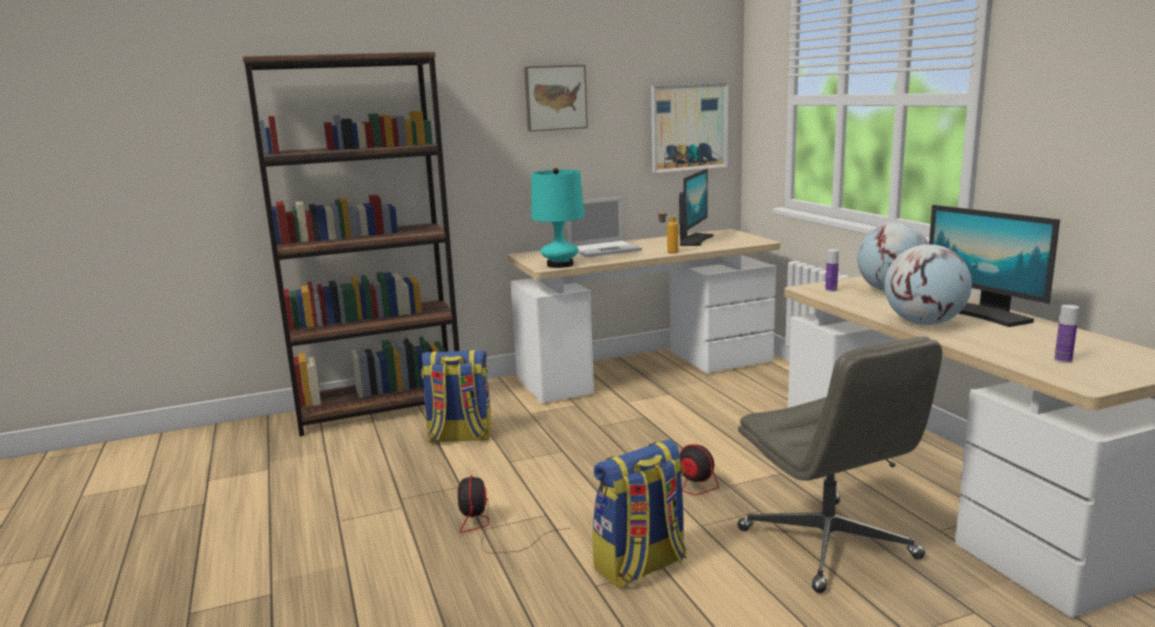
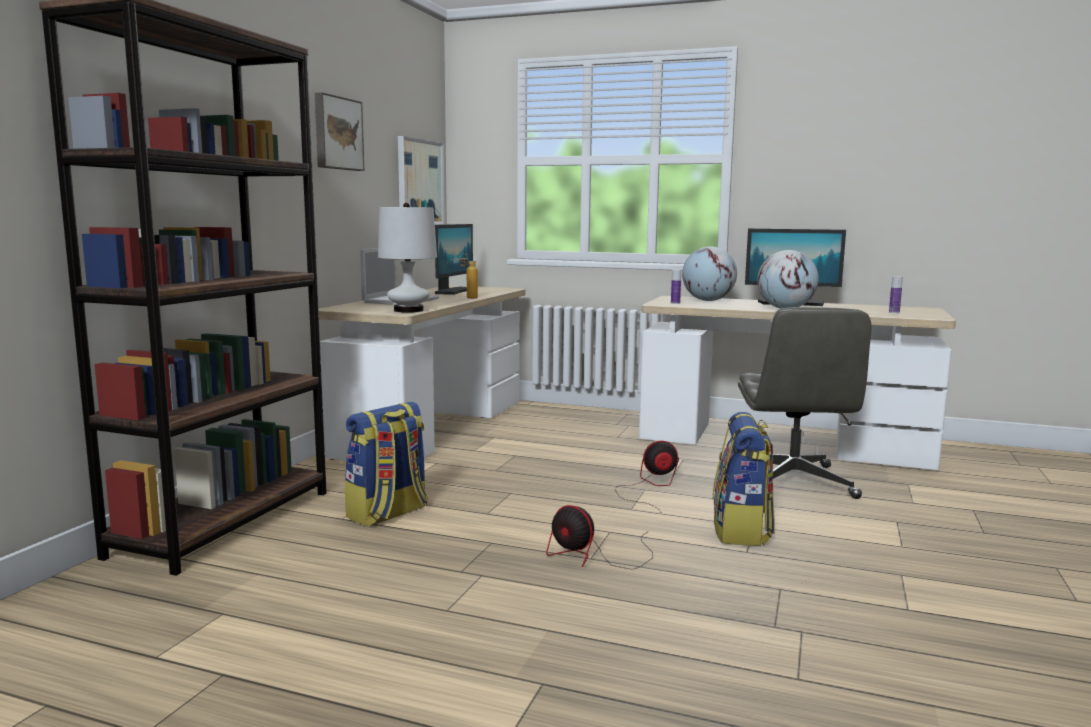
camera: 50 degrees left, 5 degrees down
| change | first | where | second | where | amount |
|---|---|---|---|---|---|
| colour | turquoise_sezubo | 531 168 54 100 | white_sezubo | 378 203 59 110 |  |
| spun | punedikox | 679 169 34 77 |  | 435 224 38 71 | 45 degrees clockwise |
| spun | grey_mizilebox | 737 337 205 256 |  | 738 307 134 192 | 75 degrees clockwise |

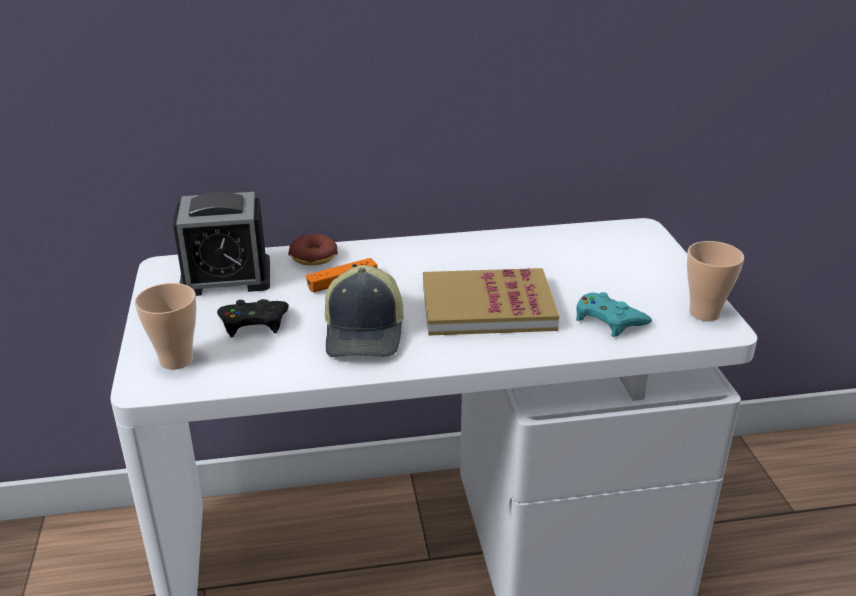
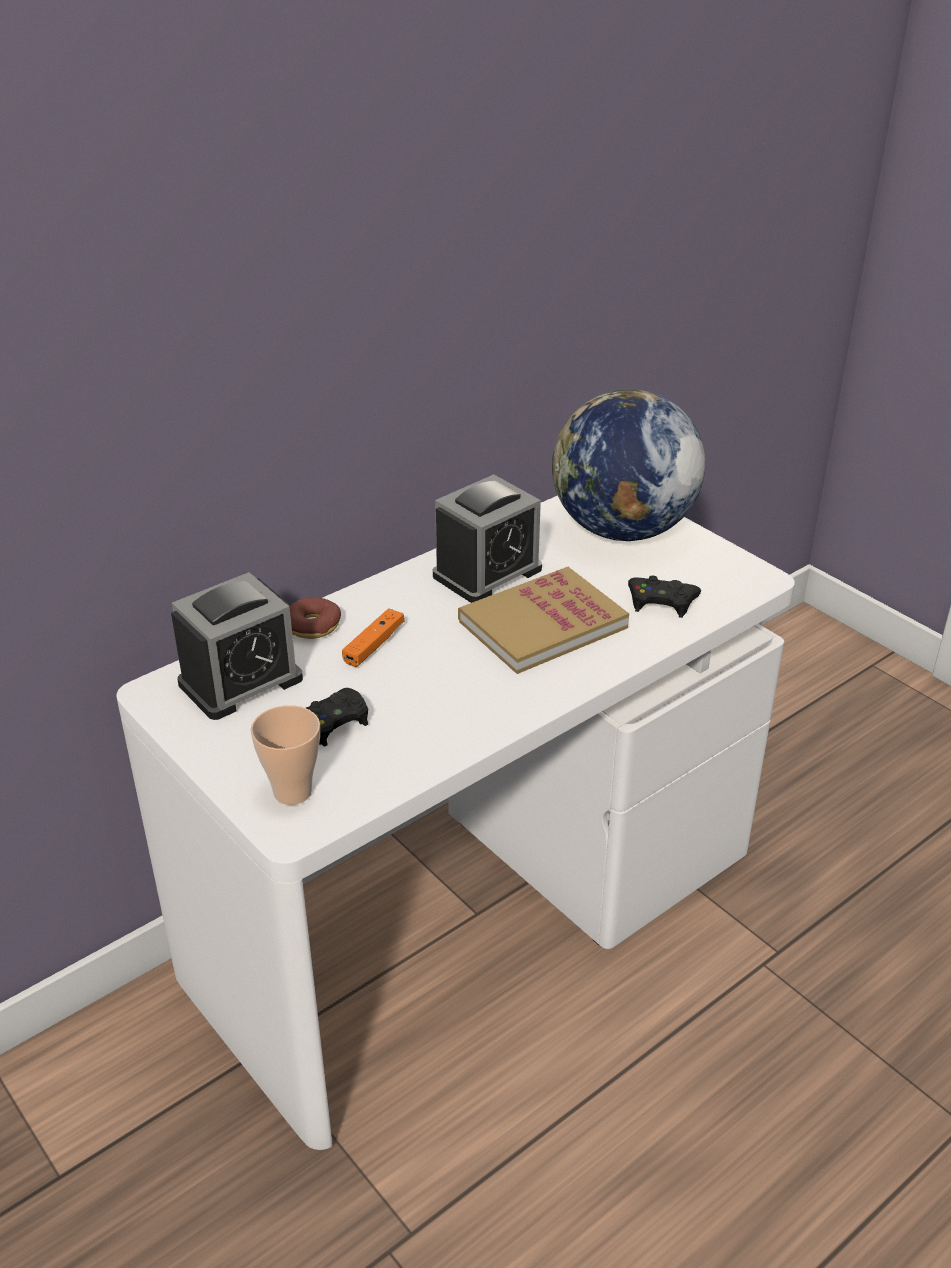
camera: 30 degrees left, 5 degrees up
| change | first | where | second | where | amount |
|---|---|---|---|---|---|
| missing | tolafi | 325 265 79 92 |  |  |  |
| colour | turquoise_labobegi | 576 292 76 45 | black_labobegi | 628 576 73 42 |  |
| missing | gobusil | 687 241 57 80 |  |  |  |
| appeared |  |  | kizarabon | 433 474 109 129 |  |
| appeared |  |  | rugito | 552 389 153 152 |  |

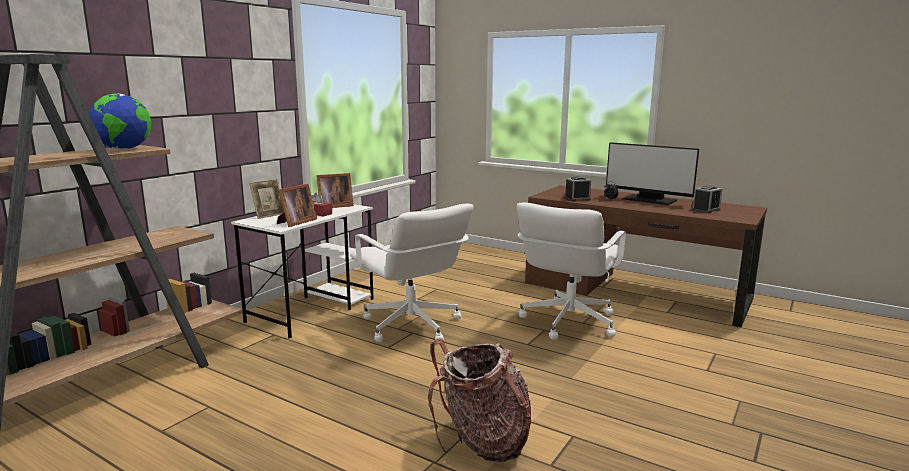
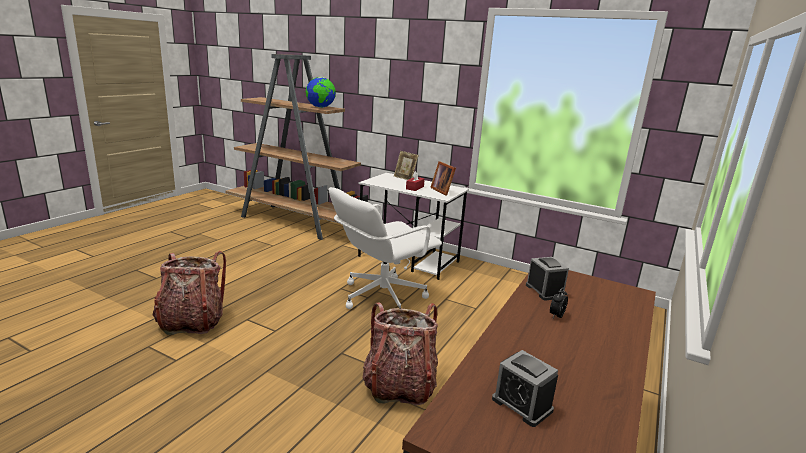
camera: 85 degrees right, 5 degrees up
| change | first | where | second | where | amount |
|---|---|---|---|---|---|
| missing | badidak | 277 184 40 43 |  |  |  |
| exchanged | white_mizilebox | 517 203 109 137 | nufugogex | 362 303 76 103 |  |
| missing | punedikox | 606 142 93 63 |  |  |  |

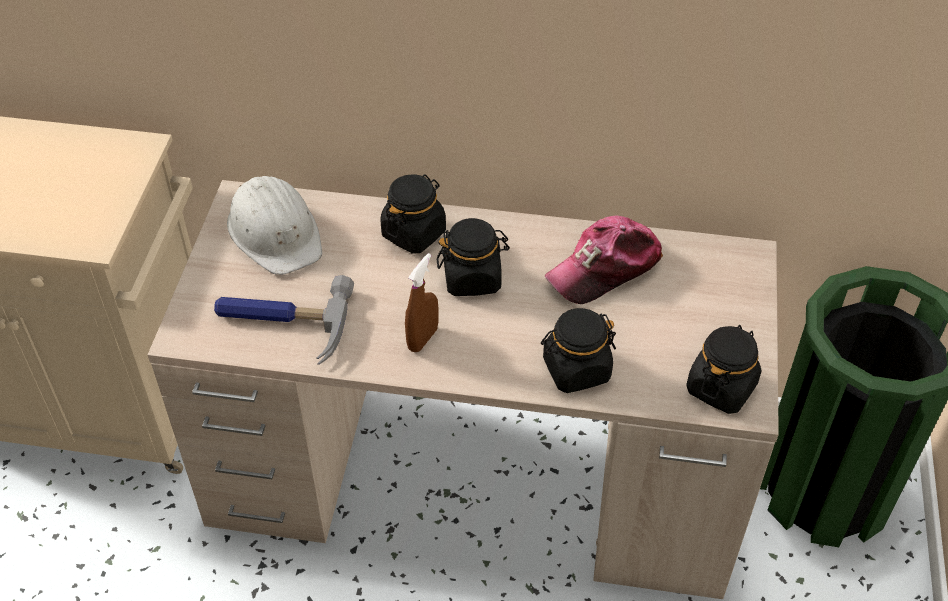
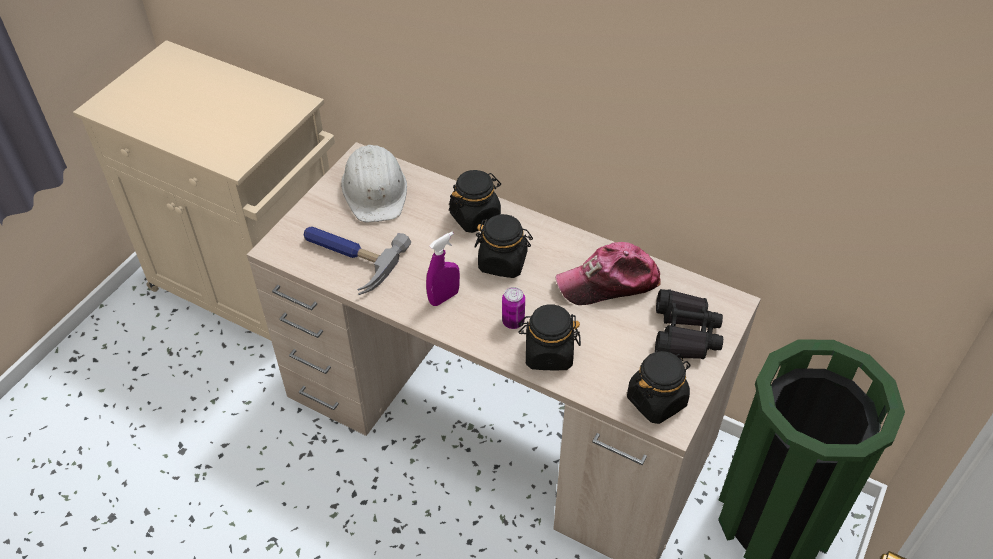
camera: 20 degrees right, 0 degrees up
| change | first | where | second | where | amount |
|---|---|---|---|---|---|
| colour | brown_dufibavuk | 405 253 34 99 | purple_dufibavuk | 426 232 34 74 |  |
| appeared |  |  | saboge | 502 287 23 42 |  |
| appeared |  |  | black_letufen | 655 289 68 70 |  |

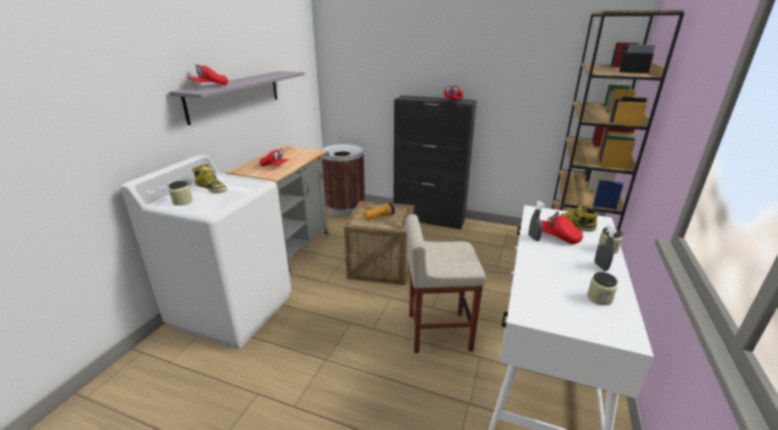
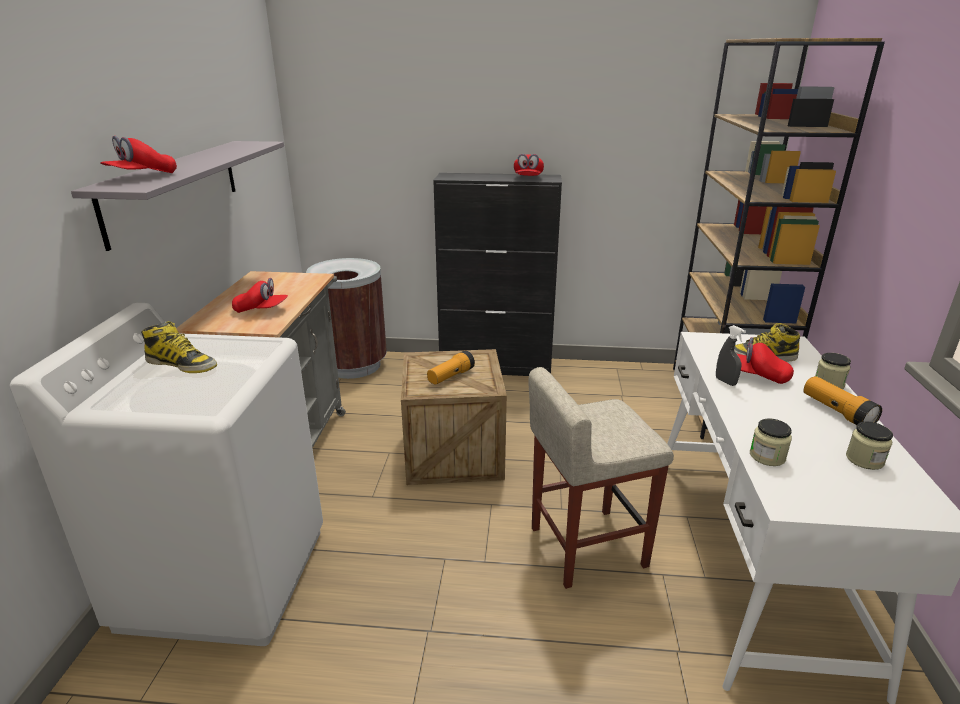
camera: 15 degrees left, 0 degrees up
| change | first | where | second | where | amount |
|---|---|---|---|---|---|
| relocated | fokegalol | 168 181 25 25 |  | 750 418 42 48 |  |
| exchanged | grey_dufibavuk | 595 224 22 47 | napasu | 803 376 79 49 |  |

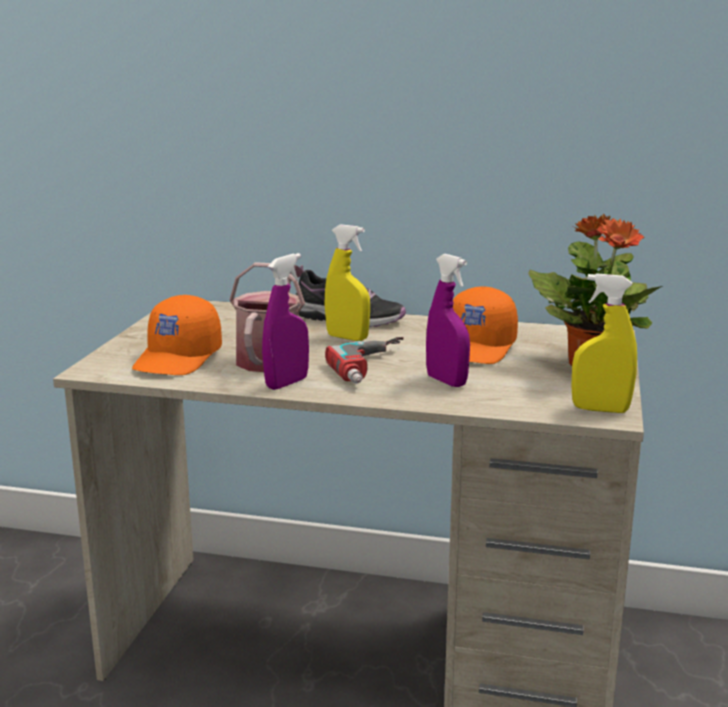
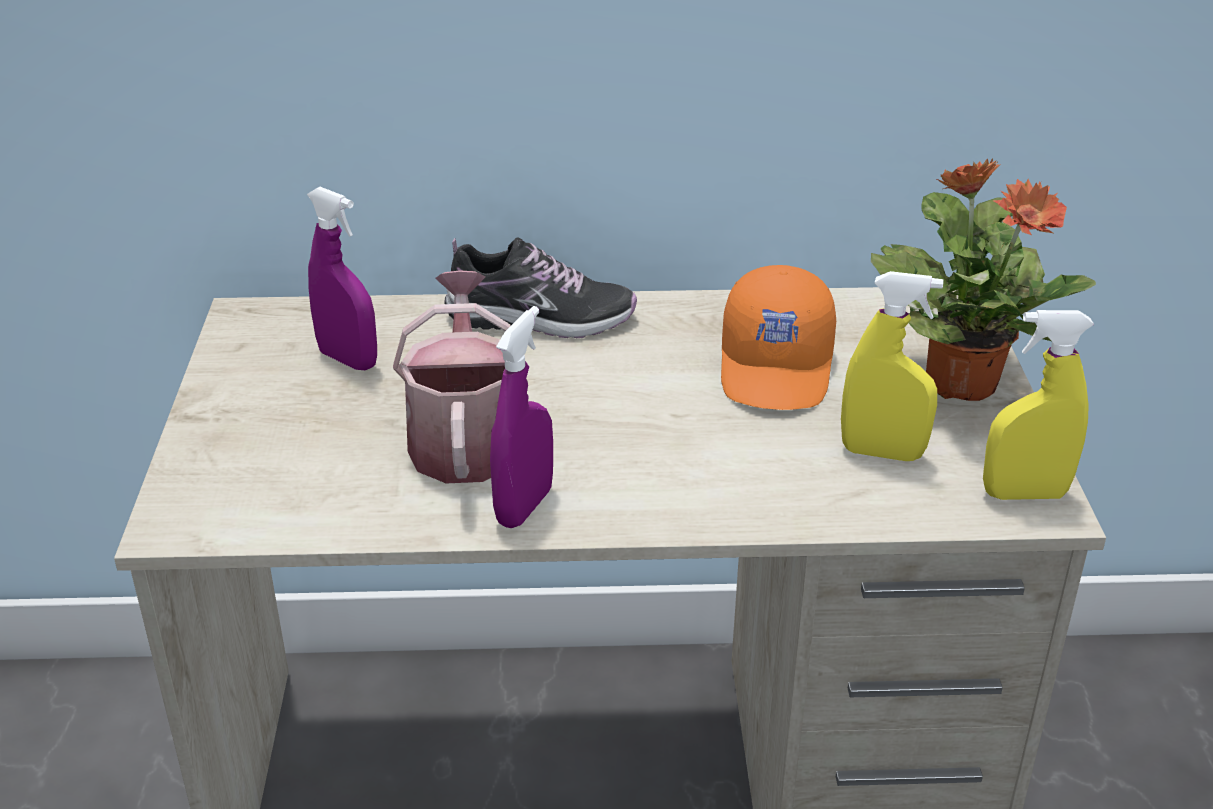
camera: 15 degrees left, 15 degrees up
| change | first | where | second | where | amount |
|---|---|---|---|---|---|
| missing | orange_tolafi | 132 295 90 80 |  |  |  |
| relocated | yellow_dufibavuk | 324 224 46 117 |  | 841 271 103 190 |  |
| missing | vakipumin | 325 337 79 47 |  |  |  |
| relocated | purple_dufibavuk | 426 254 44 133 |  | 307 187 70 183 |  |

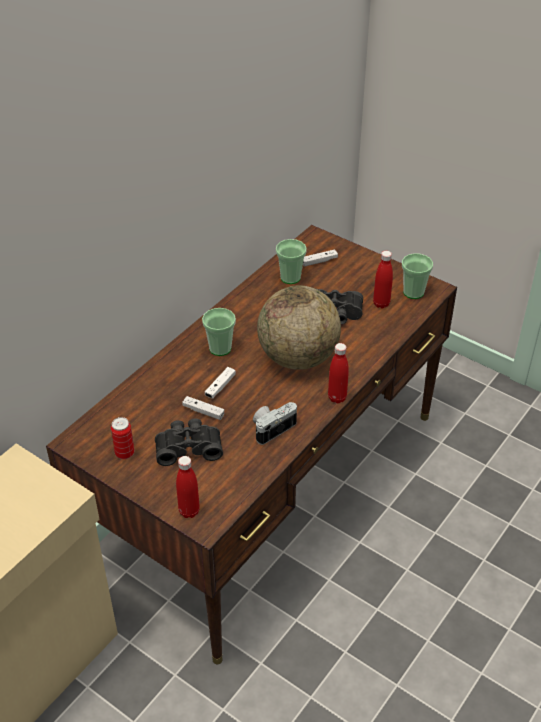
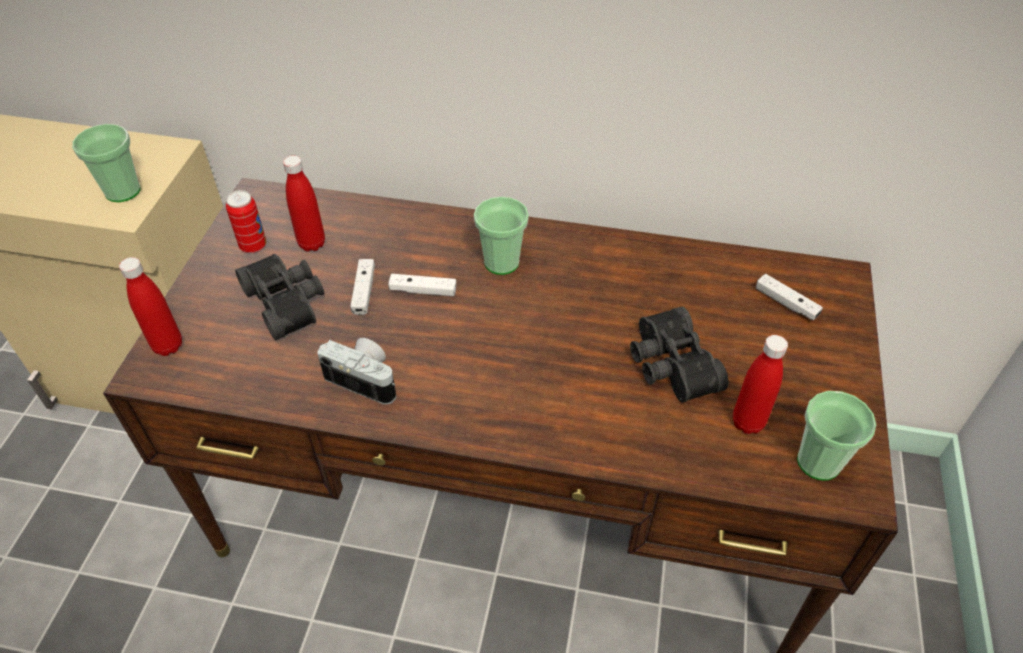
camera: 65 degrees right, 5 degrees up
| change | first | where | second | where | amount |
|---|---|---|---|---|---|
| missing | rugito | 257 285 84 85 |  |  |  |
| relocated | gobusil | 276 239 31 45 |  | 72 124 69 78 |  |
| relocated | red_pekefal | 328 343 21 60 |  | 283 156 42 96 |  |

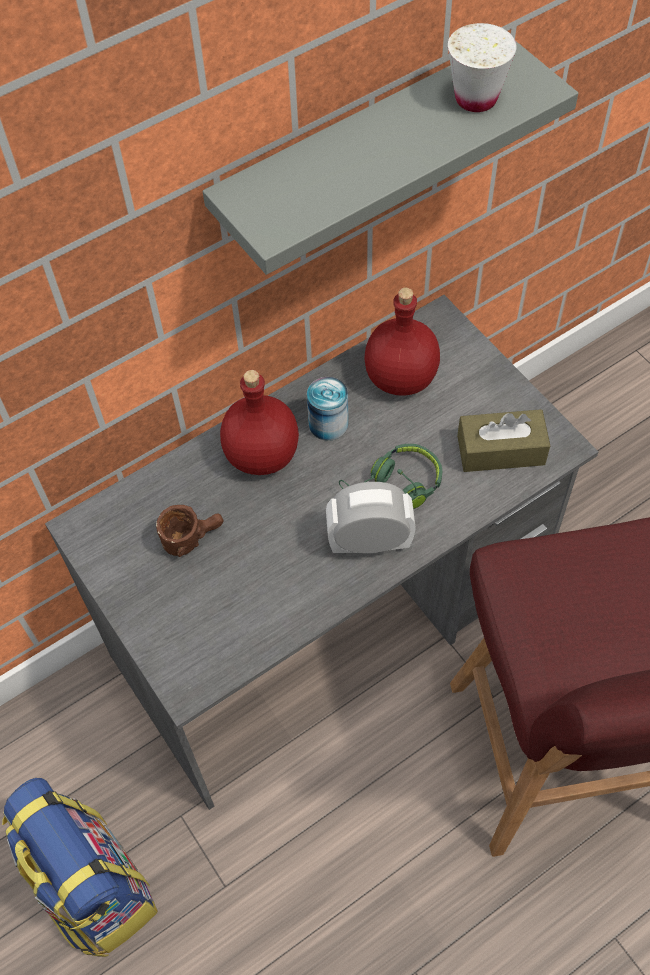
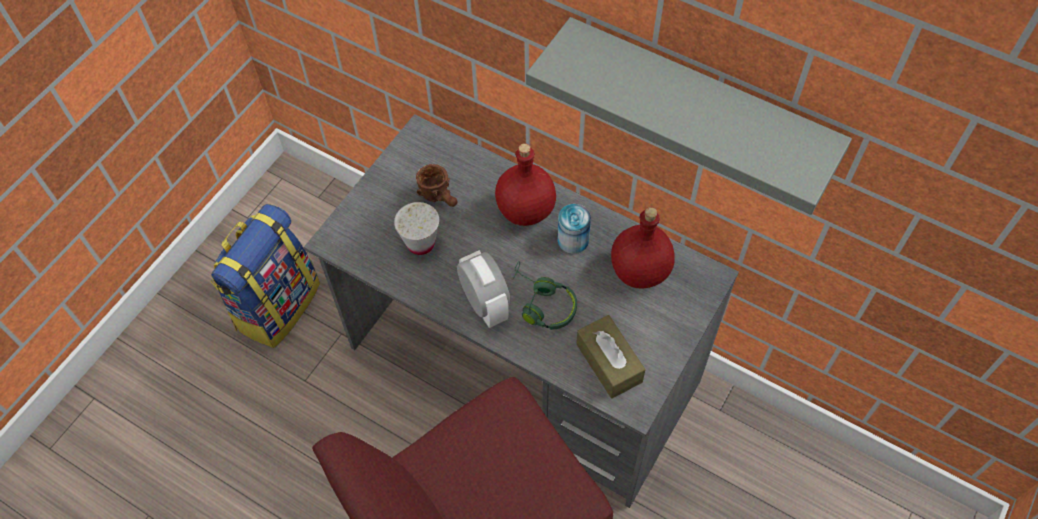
camera: 65 degrees right, 0 degrees up
| change | first | where | second | where | amount |
|---|---|---|---|---|---|
| relocated | white_gobusil | 448 23 69 89 |  | 394 202 45 53 |  |

